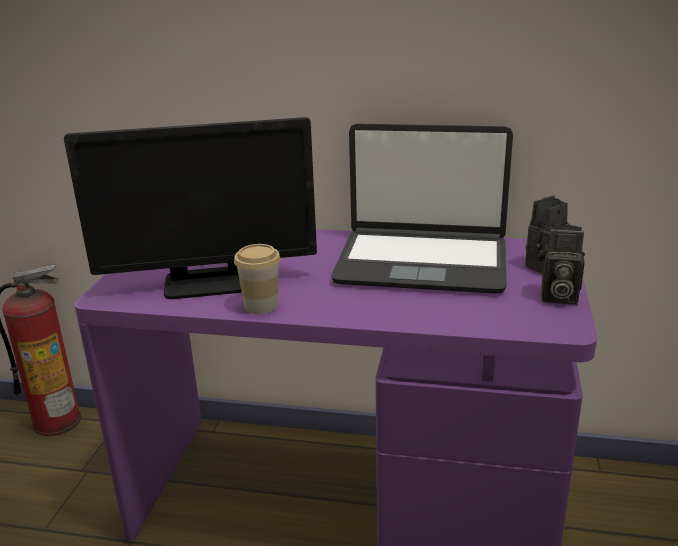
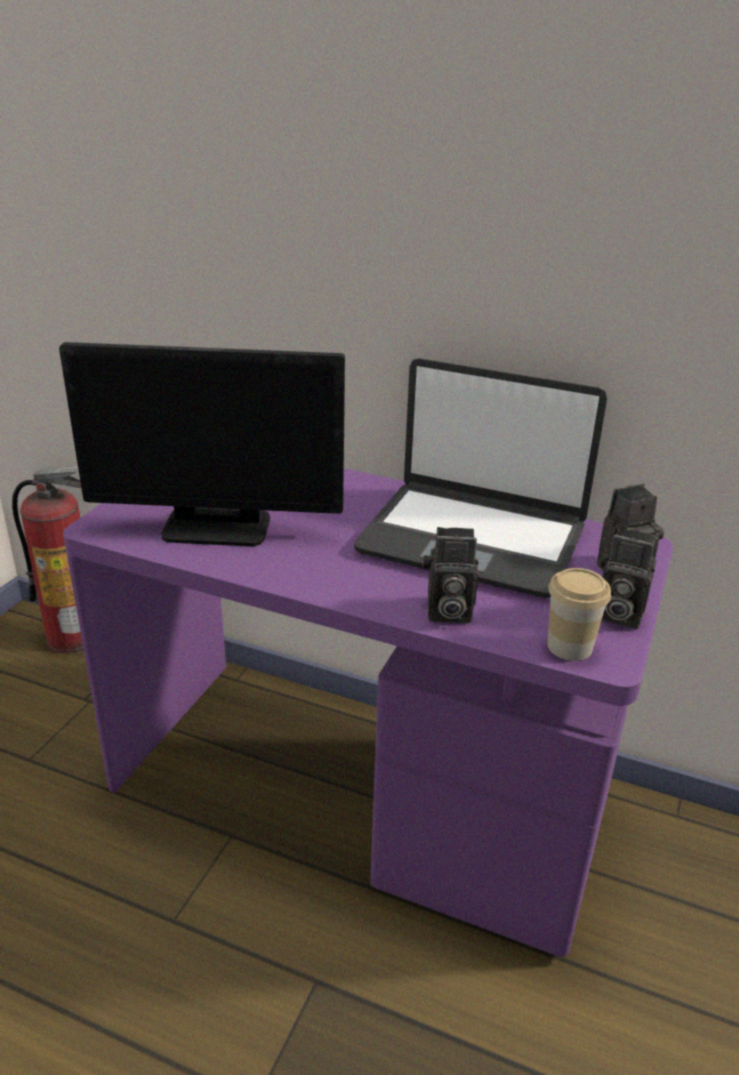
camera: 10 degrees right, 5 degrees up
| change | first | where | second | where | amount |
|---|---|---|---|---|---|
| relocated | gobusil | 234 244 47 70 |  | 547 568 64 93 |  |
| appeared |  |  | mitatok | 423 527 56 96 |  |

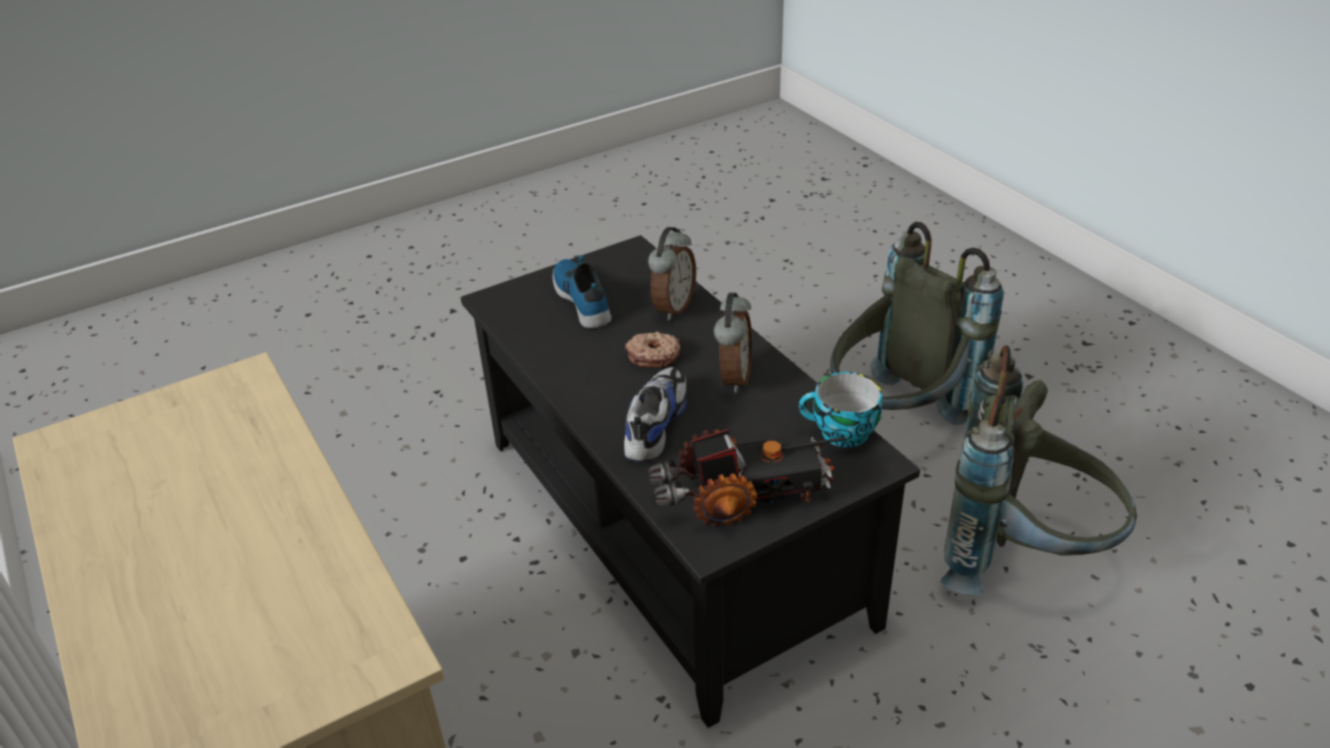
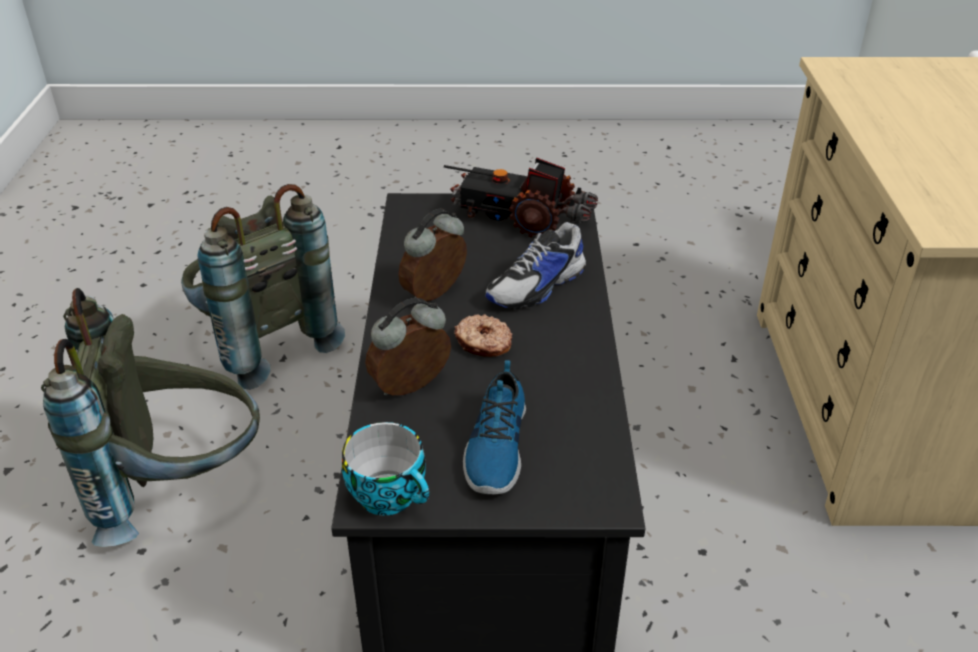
camera: 150 degrees left, 0 degrees up
| change | first | where | second | where | amount |
|---|---|---|---|---|---|
| relocated | gobusil | 799 372 83 76 |  | 342 422 87 94 |  |

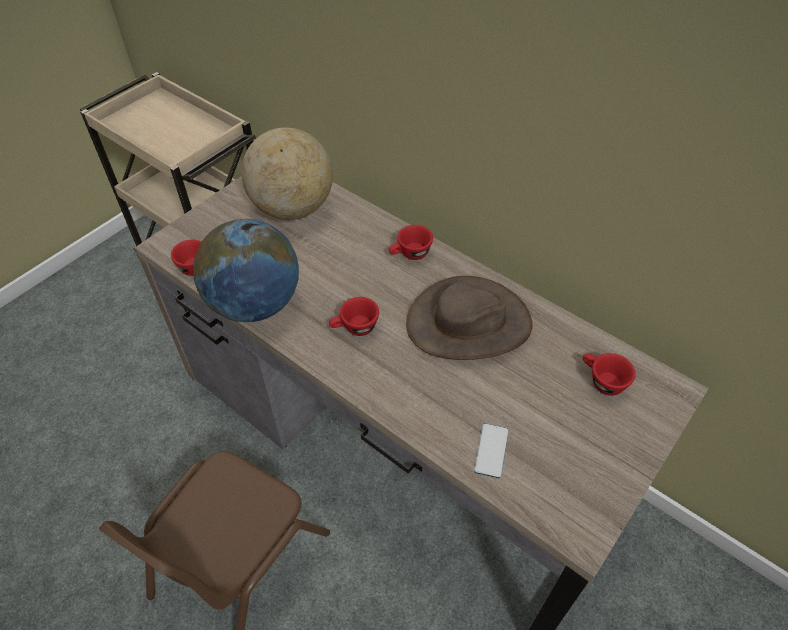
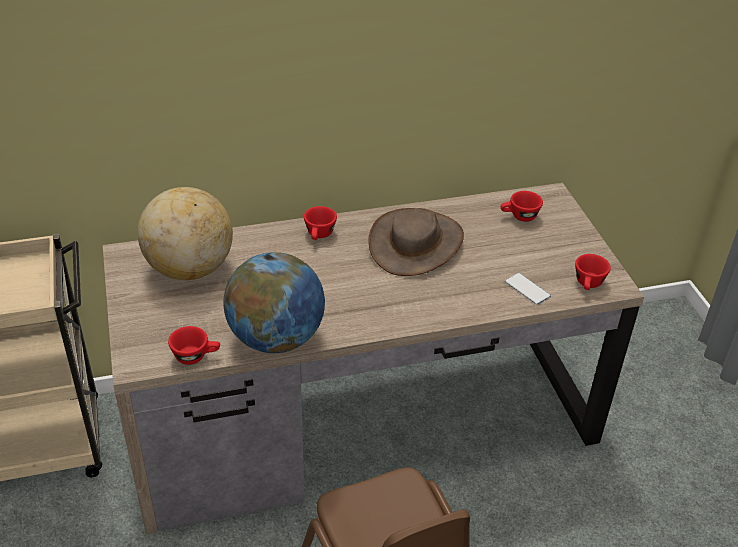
camera: 55 degrees left, 10 degrees down
| change | first | where | second | where | amount |
|---|---|---|---|---|---|
| relocated | red_gobusil | 329 297 50 39 |  | 575 254 36 36 |  |

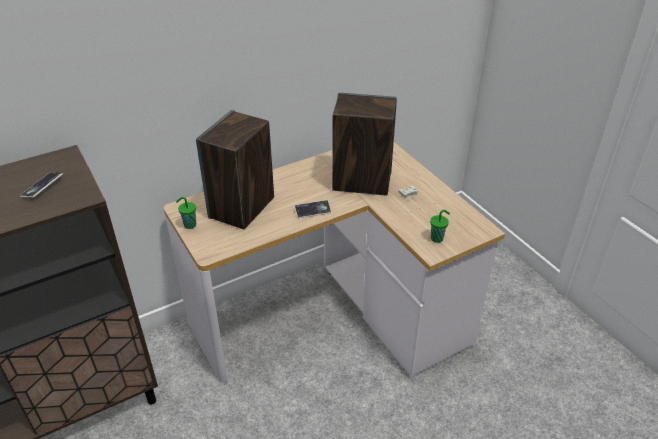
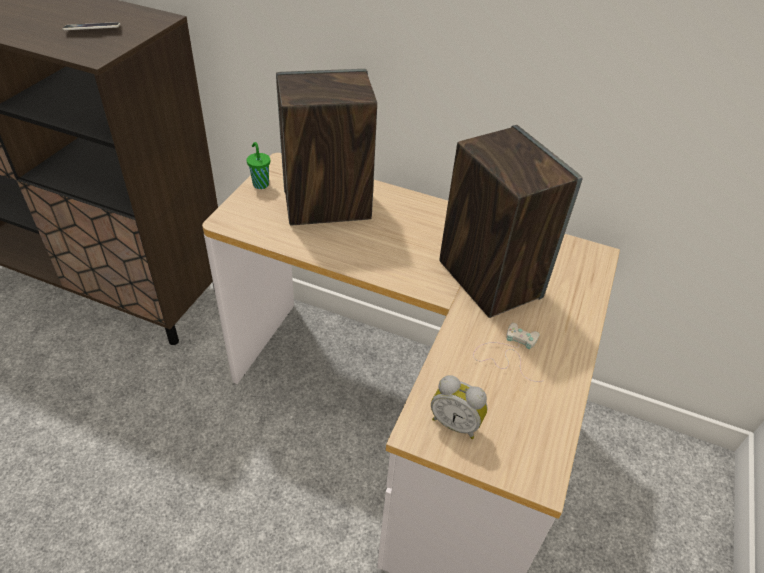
camera: 50 degrees right, 5 degrees up
| change | first | where | second | where | amount |
|---|---|---|---|---|---|
| missing | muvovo | 295 200 36 18 |  |  |  |
| exchanged | green_gobusil | 430 210 20 33 | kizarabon | 431 375 57 64 |  |

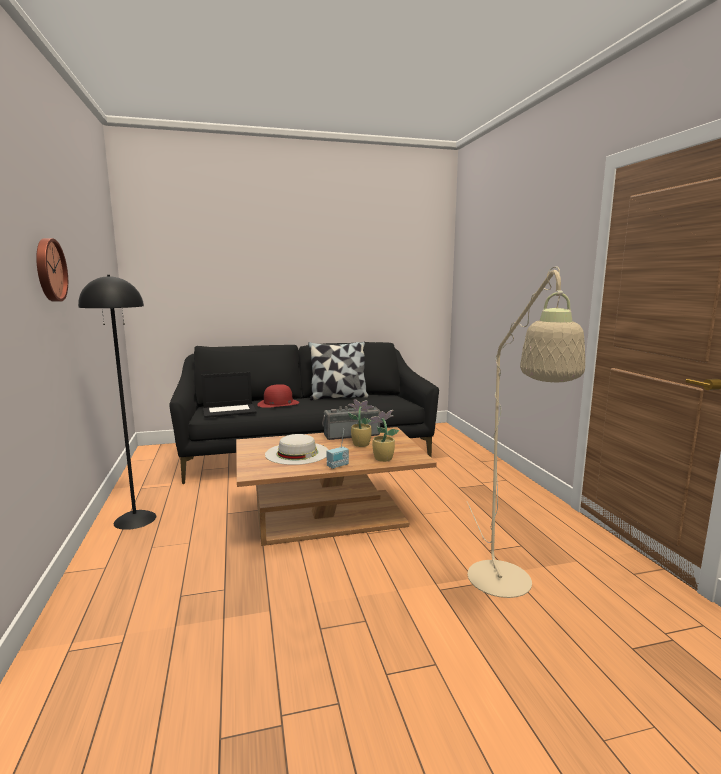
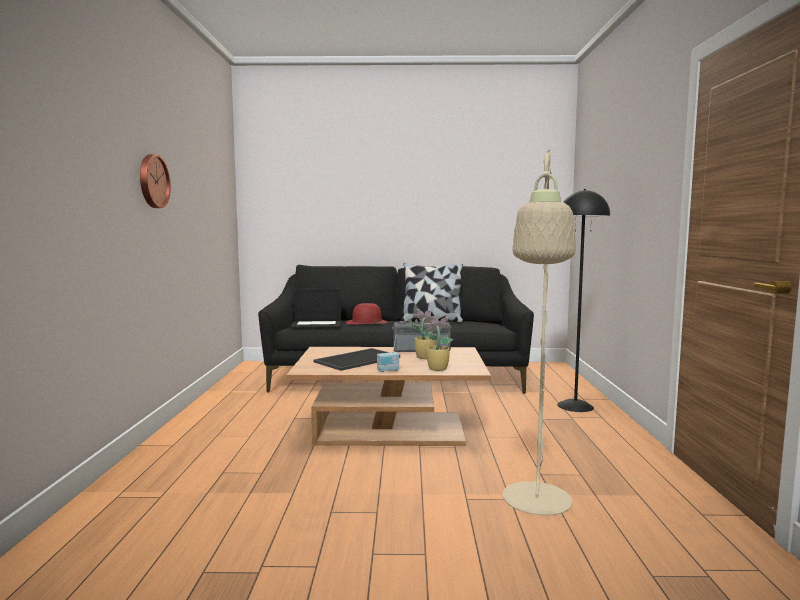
camera: 15 degrees right, 5 degrees down
| change | first | where | second | where | amount |
|---|---|---|---|---|---|
| relocated | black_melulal | 78 275 78 255 |  | 557 189 53 223 |  |
| exchanged | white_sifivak | 265 434 64 31 | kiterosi | 313 348 87 23 |  |

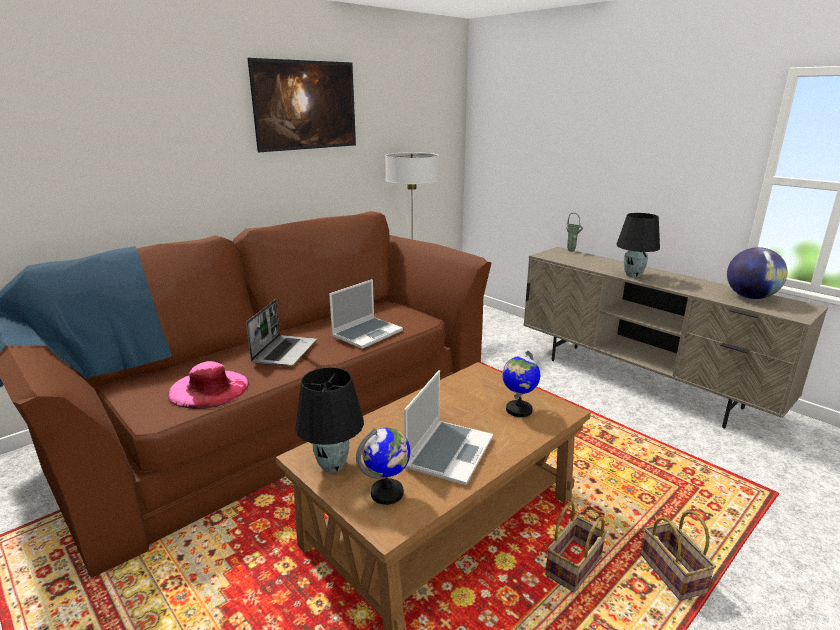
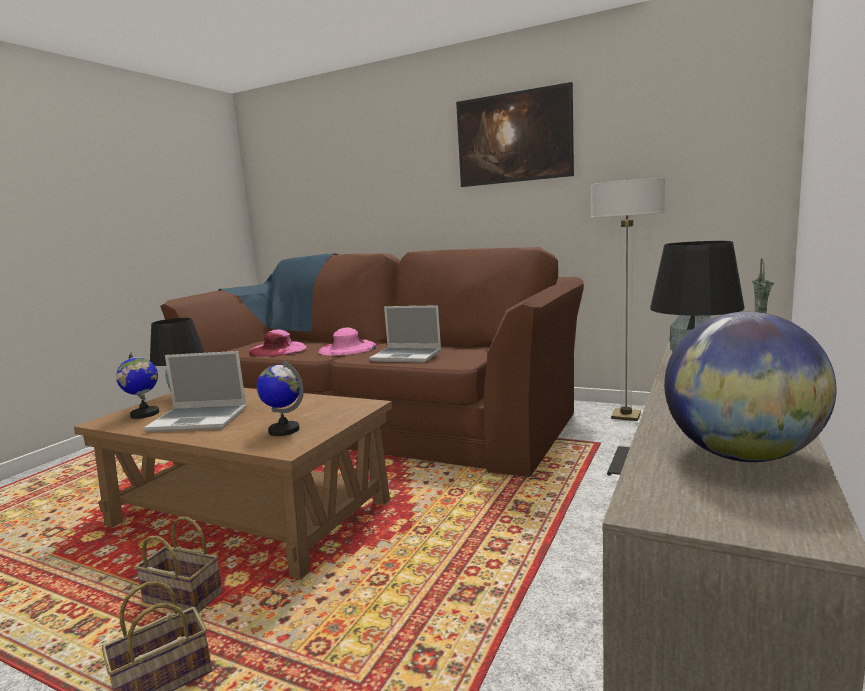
camera: 70 degrees right, 10 degrees down
| change | first | where | second | where | amount |
|---|---|---|---|---|---|
| exchanged | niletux | 246 300 71 66 | pink_sifivak | 318 327 59 29 |  |

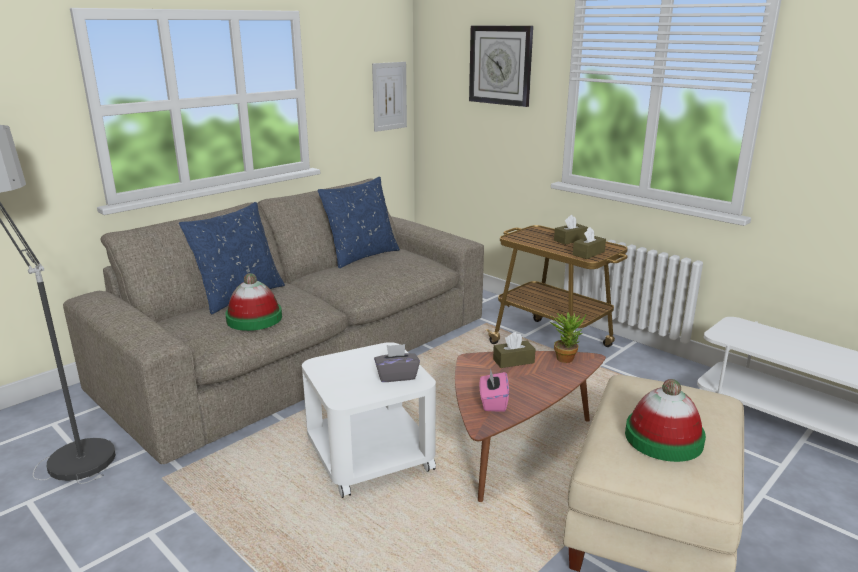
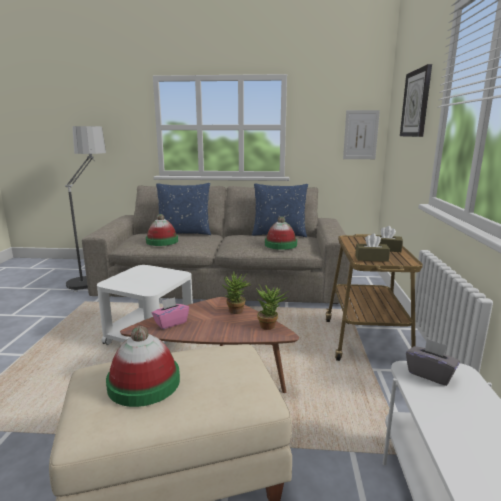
camera: 50 degrees right, 5 degrees down
| change | first | where | second | where | amount |
|---|---|---|---|---|---|
| relocated | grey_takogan | 374 344 46 38 |  | 406 339 54 47 |  |
| exchanged | brown_takogan | 493 332 43 36 | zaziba | 222 271 29 43 |  |
| appeared |  |  | sifivak | 265 216 32 34 |  |

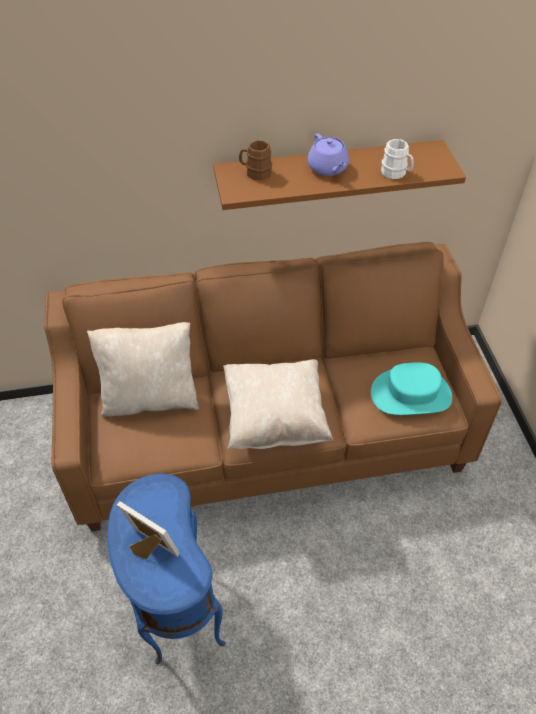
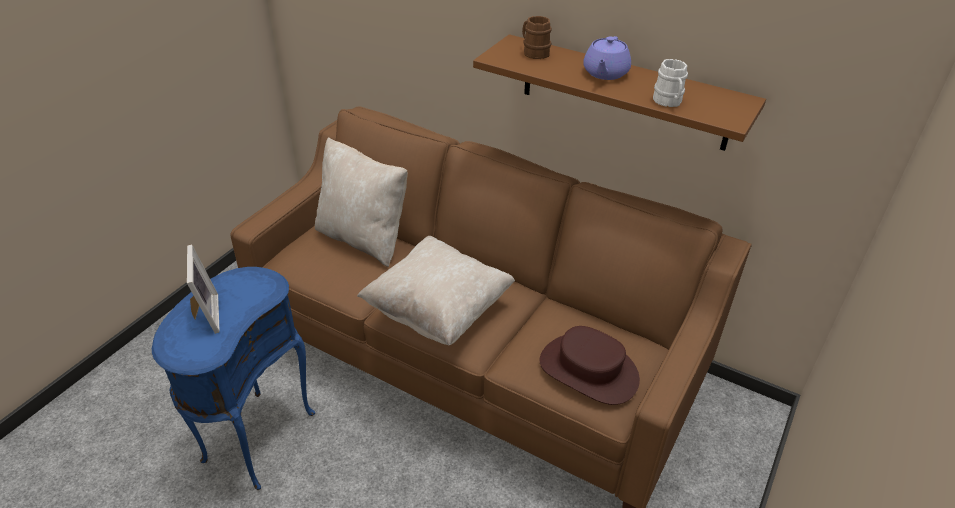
camera: 40 degrees right, 10 degrees down
| change | first | where | second | where | amount |
|---|---|---|---|---|---|
| colour | turquoise_sifivak | 371 362 81 53 | brown_sifivak | 539 326 101 79 |  |

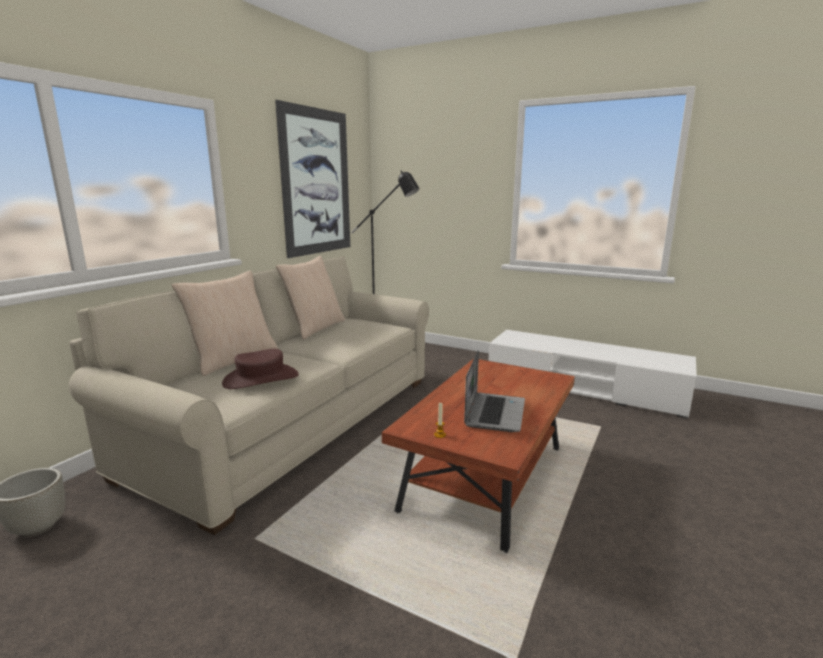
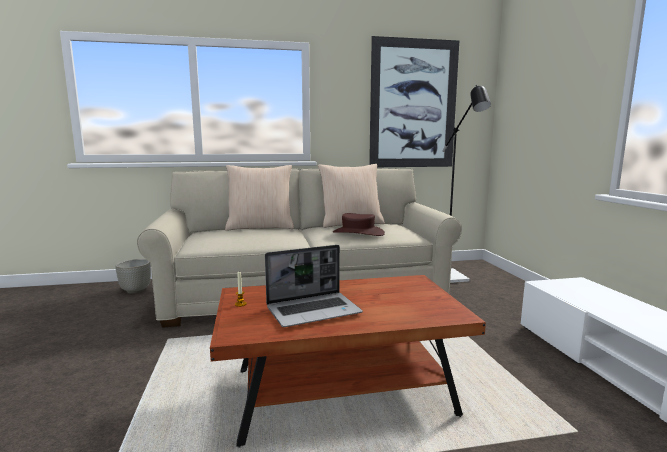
camera: 50 degrees right, 5 degrees down
| change | first | where | second | where | amount |
|---|---|---|---|---|---|
| relocated | brown_sifivak | 222 349 77 40 |  | 333 213 52 23 |  |

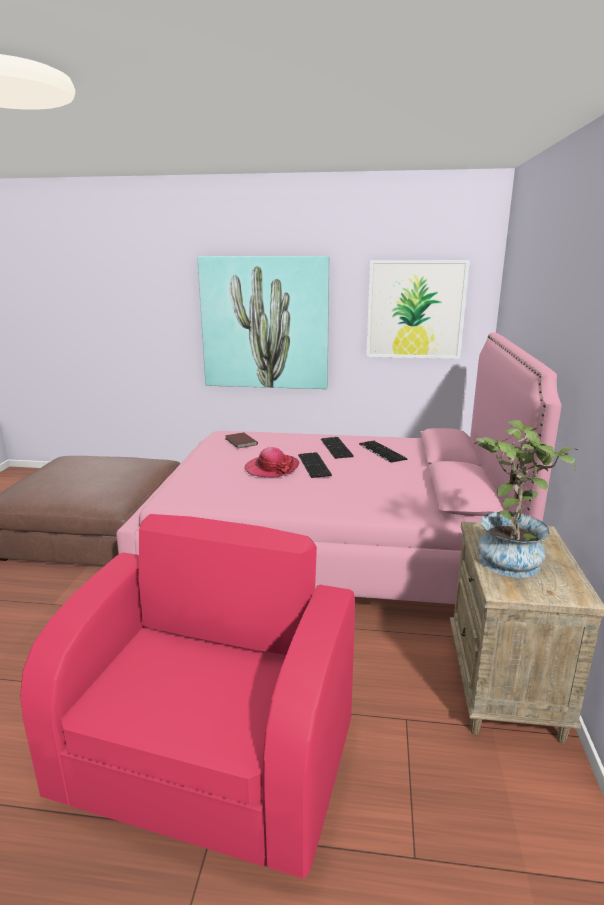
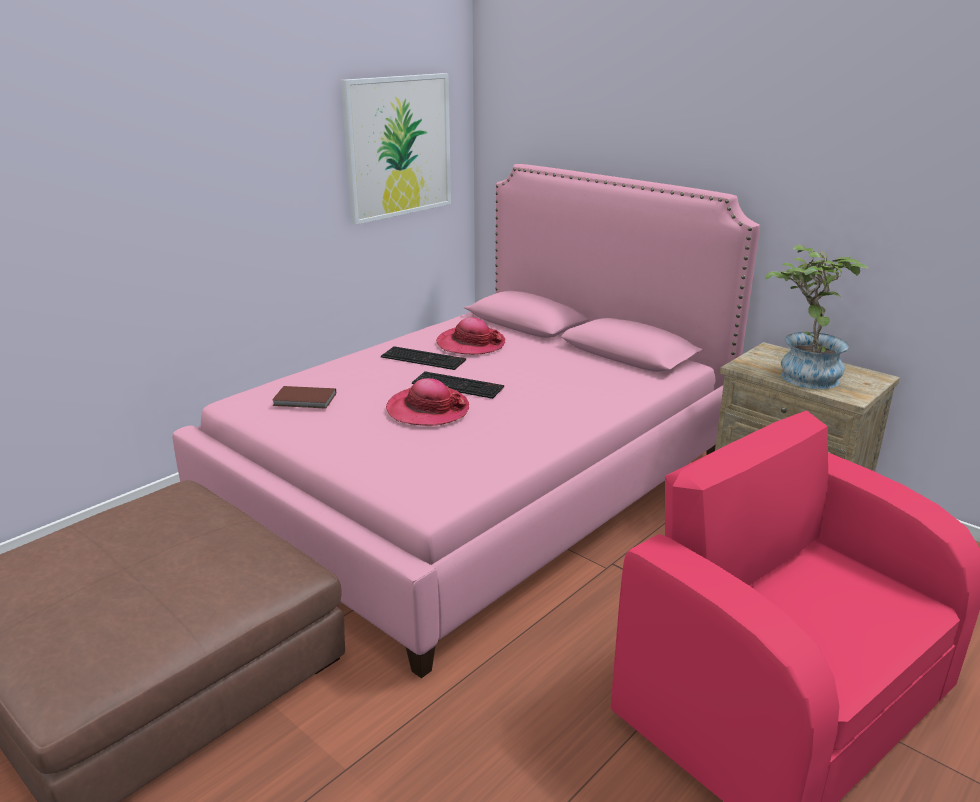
camera: 55 degrees left, 5 degrees up
| change | first | where | second | where | amount |
|---|---|---|---|---|---|
| missing | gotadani | 197 256 132 133 |  |  |  |
| exchanged | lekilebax | 359 441 49 22 | sifivak | 436 317 69 38 |  |

